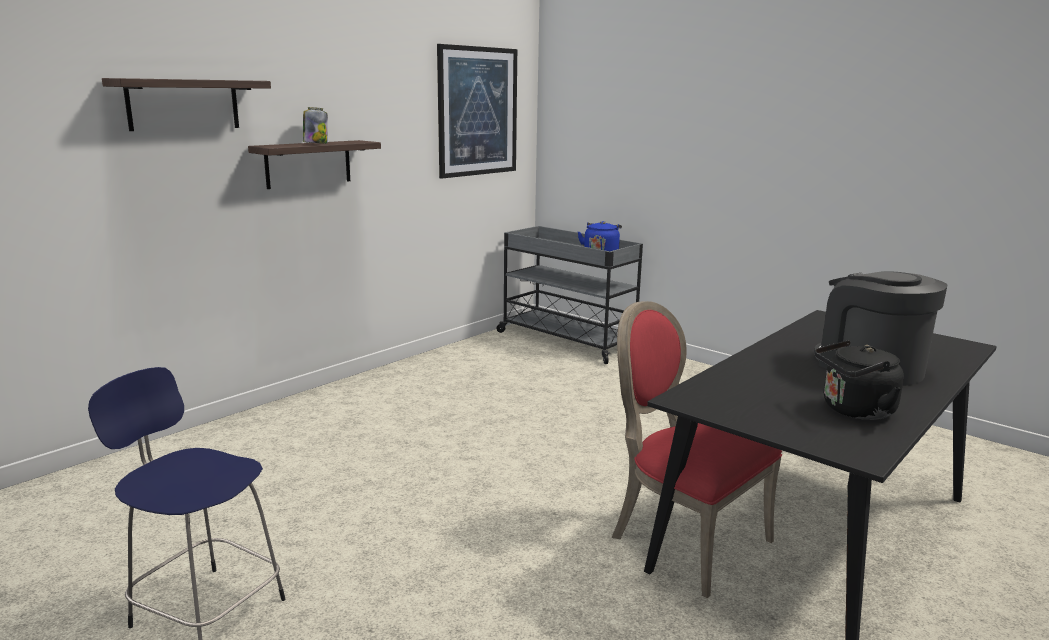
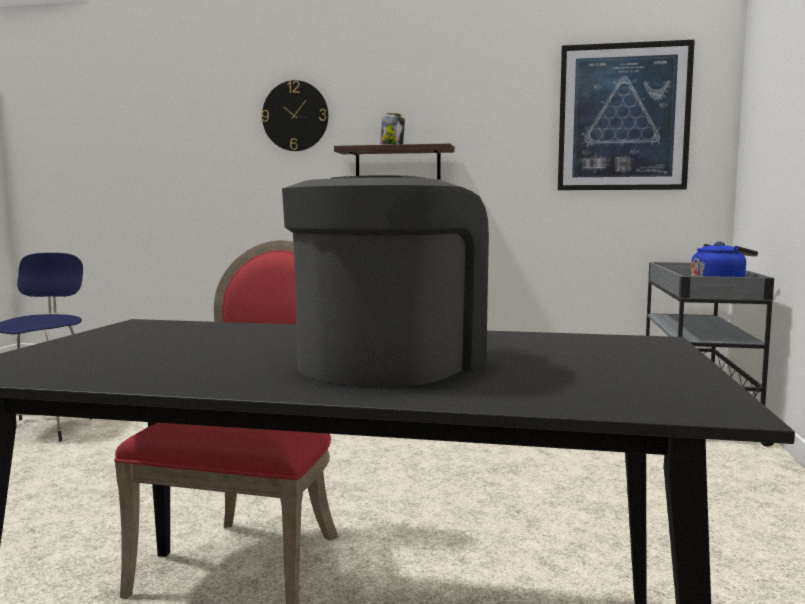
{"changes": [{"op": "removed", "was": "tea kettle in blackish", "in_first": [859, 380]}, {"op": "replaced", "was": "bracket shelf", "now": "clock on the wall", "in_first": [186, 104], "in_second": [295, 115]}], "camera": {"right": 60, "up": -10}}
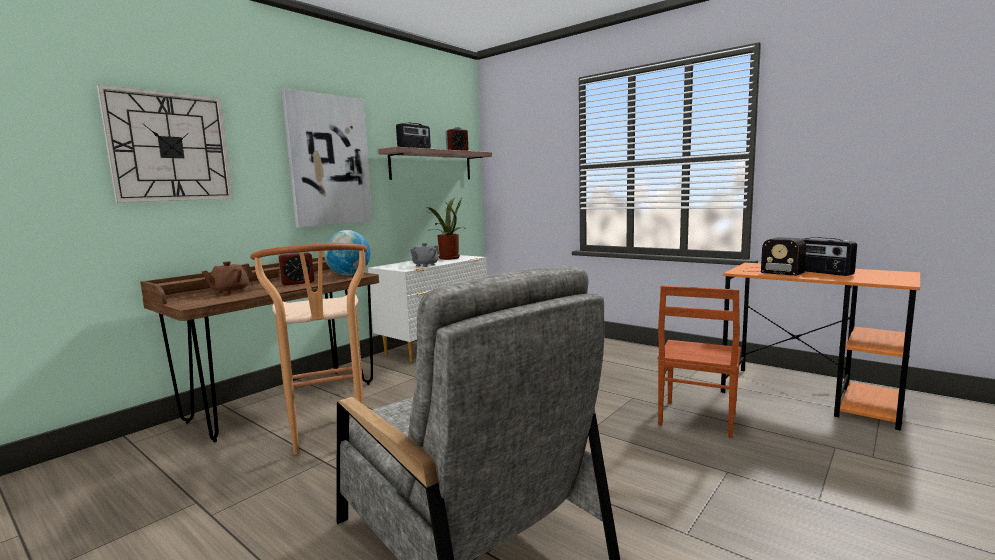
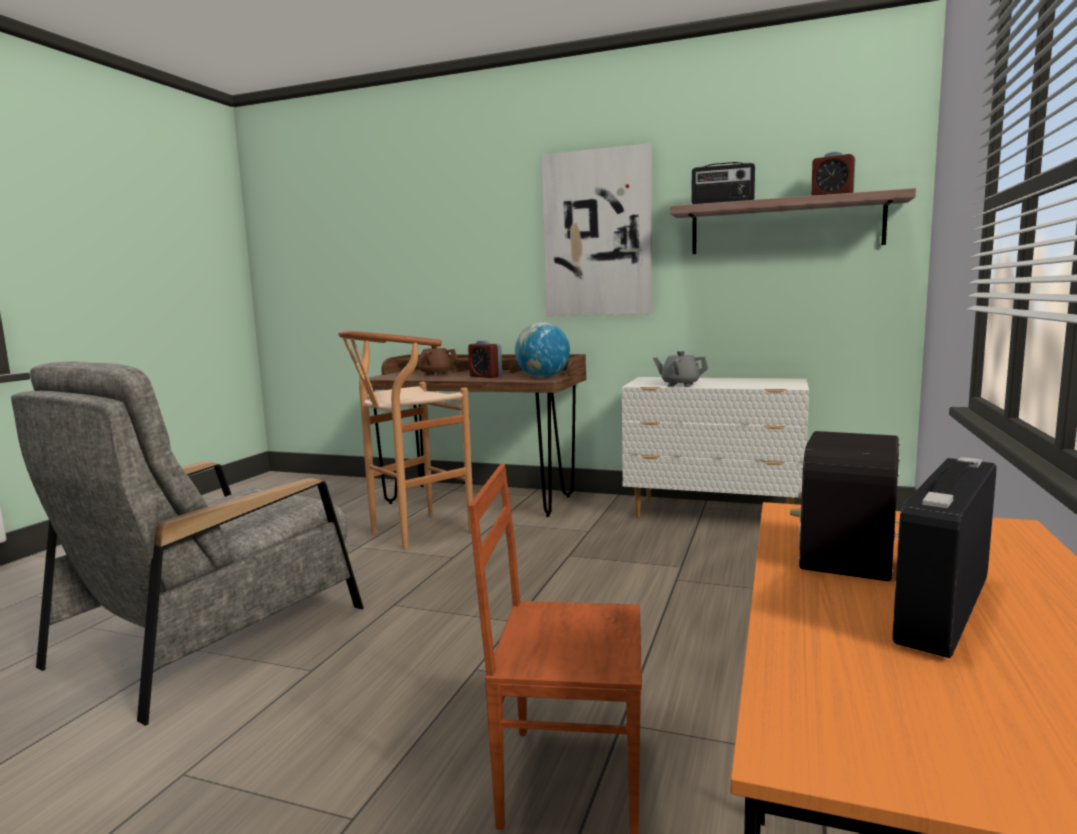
{"changes": [{"op": "removed", "was": "clock on the wall", "in_first": [165, 143]}, {"op": "removed", "was": "houseplant", "in_first": [444, 229]}], "camera": {"right": 70, "up": 0}}
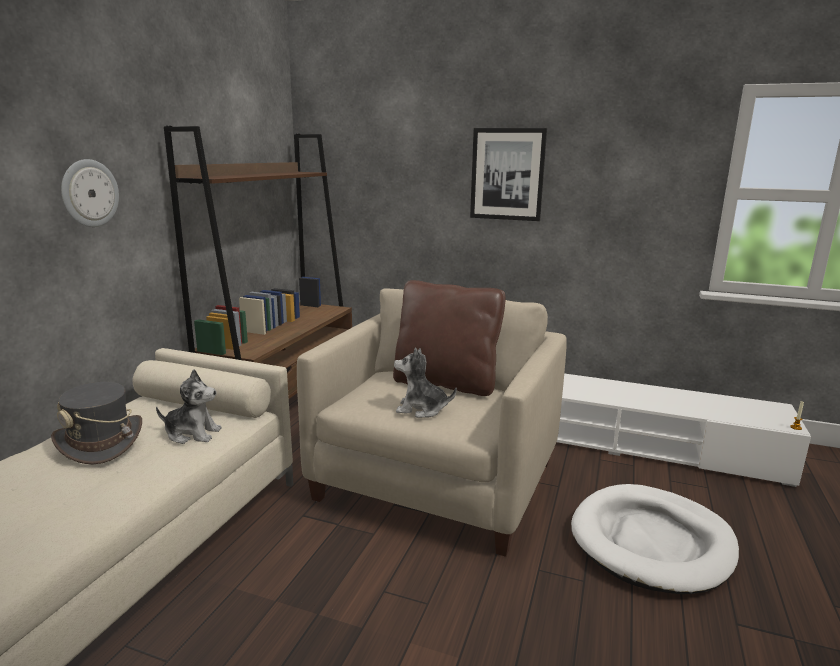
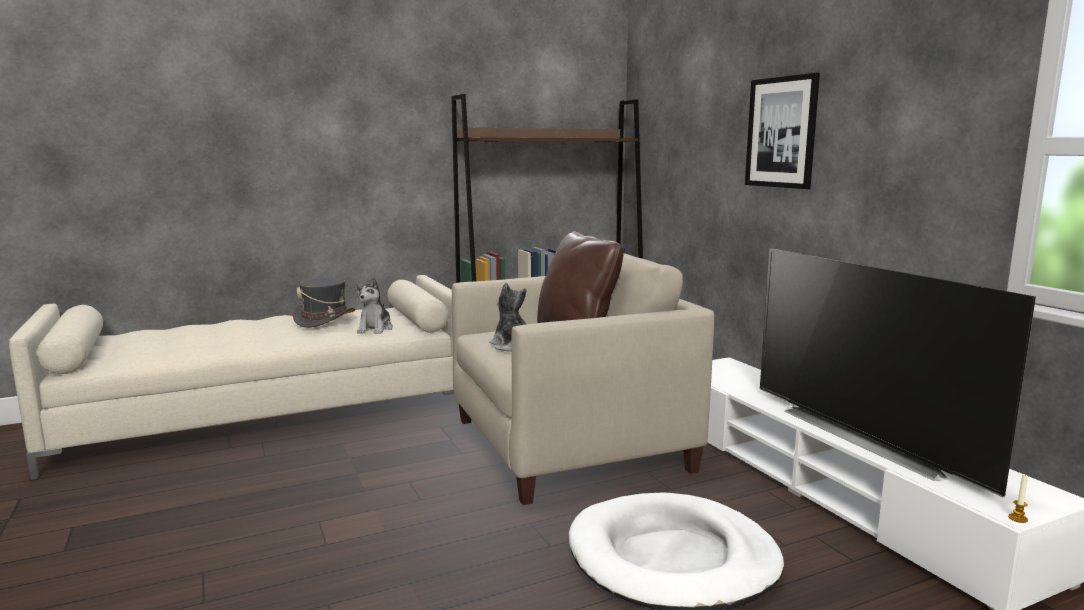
{"changes": [{"op": "removed", "was": "clock on the wall", "in_first": [90, 193]}, {"op": "added", "now": "TV", "in_second": [898, 372]}, {"op": "turned", "was": "soft toy", "in_first": [189, 406], "in_second": [373, 305], "clockwise": 45}], "camera": {"right": 45, "up": -5}}
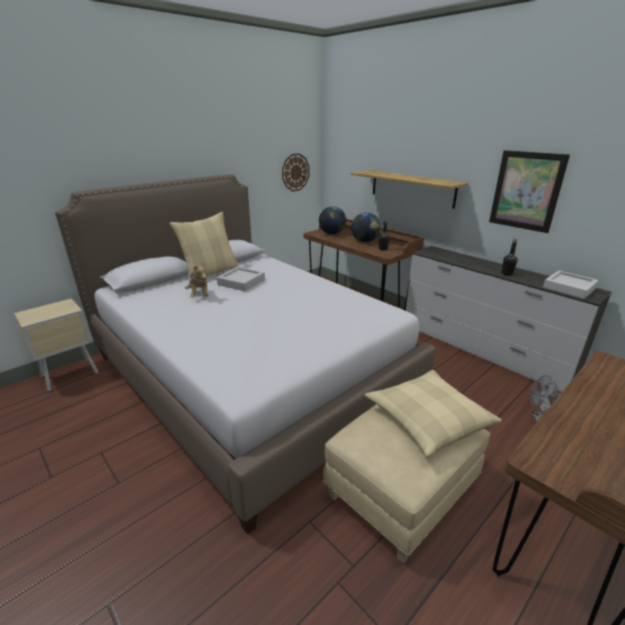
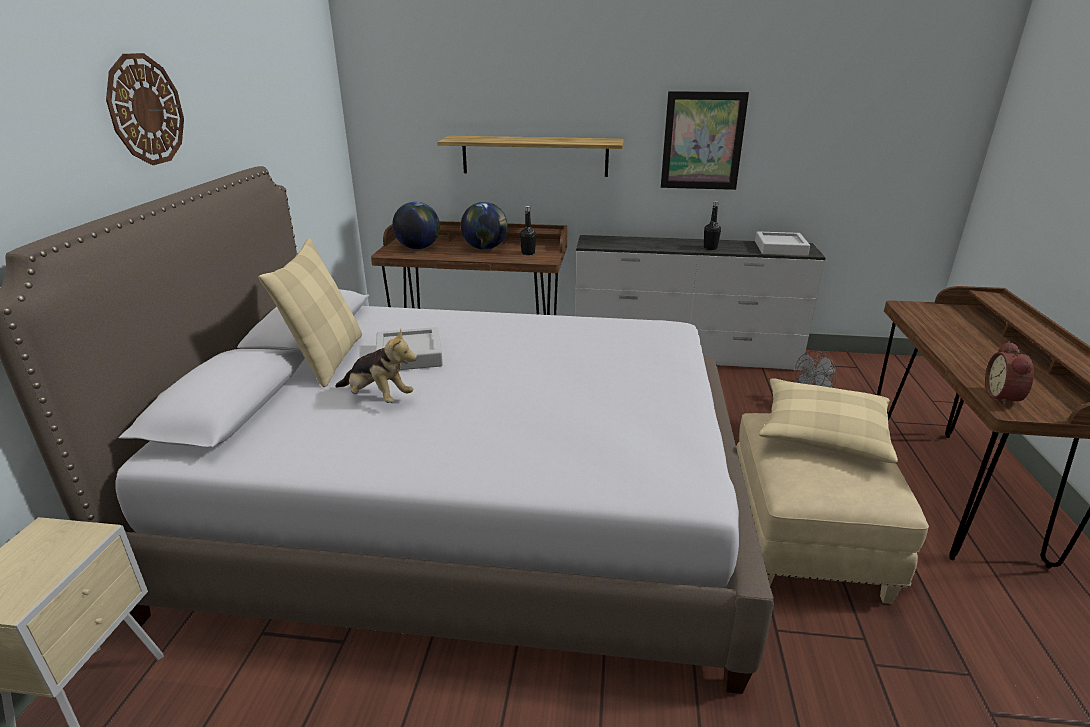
{"changes": [{"op": "added", "now": "table clock", "in_second": [1009, 373]}, {"op": "moved", "was": "clock on the wall", "in_first": [295, 172], "in_second": [145, 109]}], "camera": {"right": -40, "up": 0}}
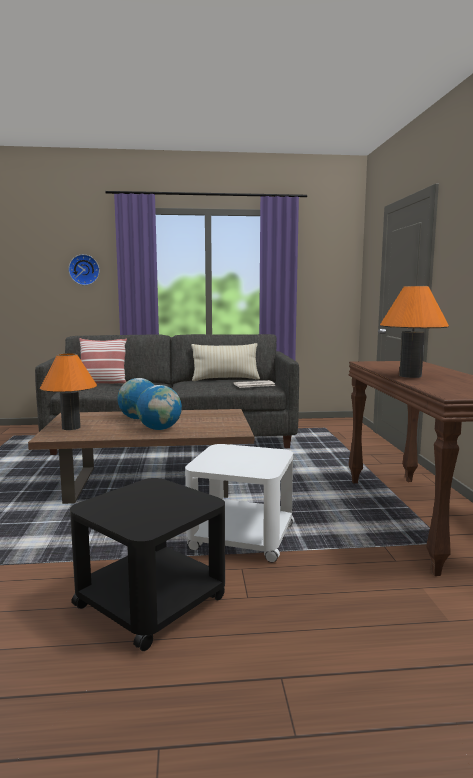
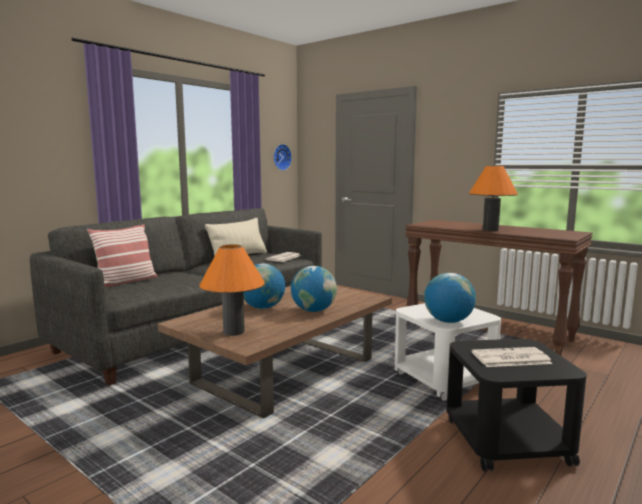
{"changes": [{"op": "added", "now": "world globe", "in_second": [450, 298]}, {"op": "added", "now": "daily paper", "in_second": [512, 357]}, {"op": "moved", "was": "clock on the wall", "in_first": [84, 269], "in_second": [282, 157]}], "camera": {"right": -45, "up": 0}}
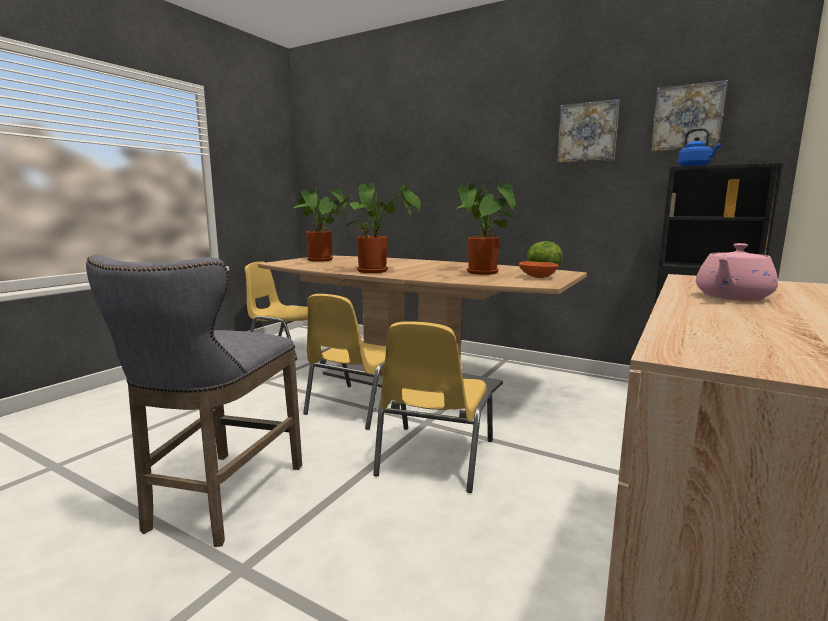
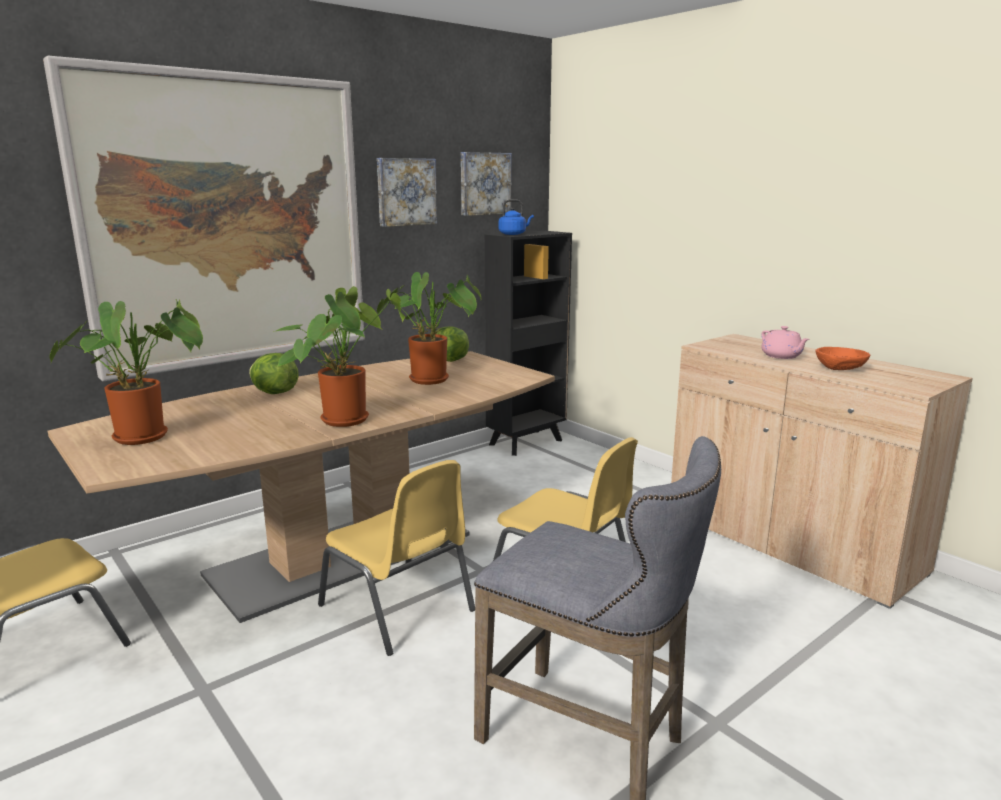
{"changes": [{"op": "added", "now": "picture", "in_second": [204, 218]}, {"op": "added", "now": "lettuce", "in_second": [274, 373]}, {"op": "moved", "was": "deep dish in orange-coloured", "in_first": [539, 269], "in_second": [842, 358]}], "camera": {"right": -70, "up": 5}}
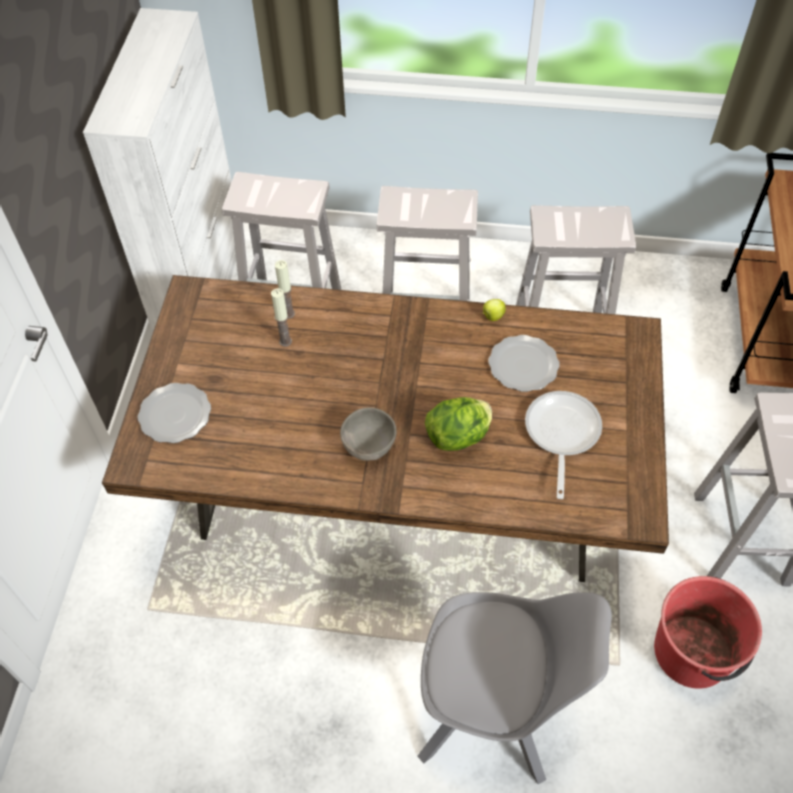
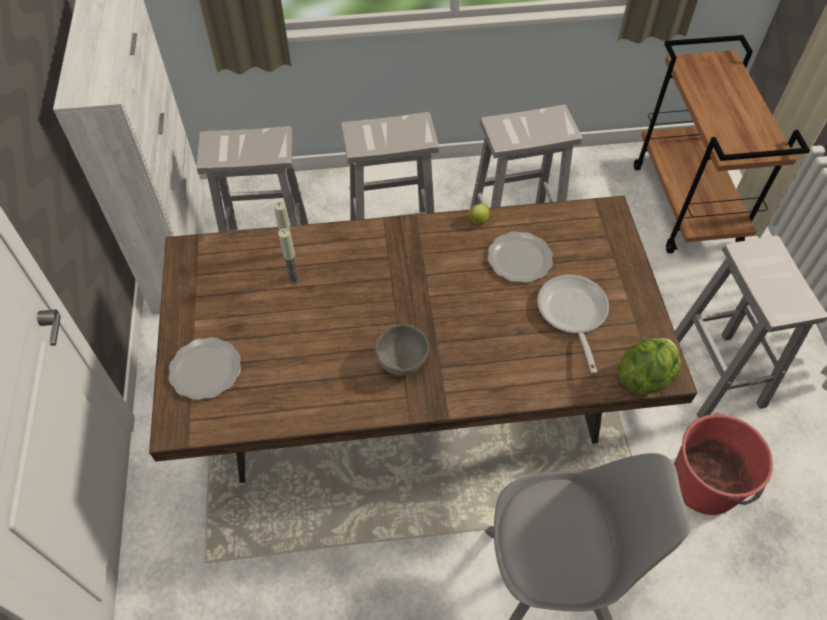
{"changes": [{"op": "moved", "was": "lettuce", "in_first": [458, 424], "in_second": [649, 366]}], "camera": {"right": -15, "up": 0}}
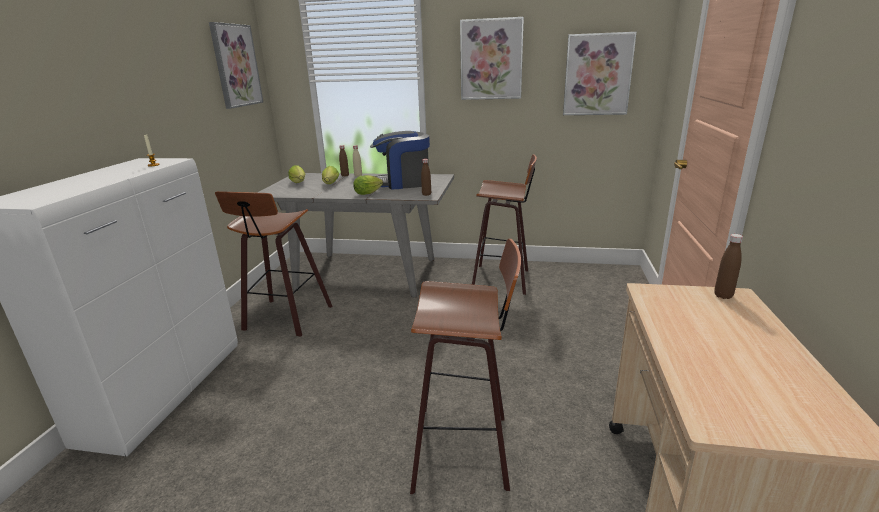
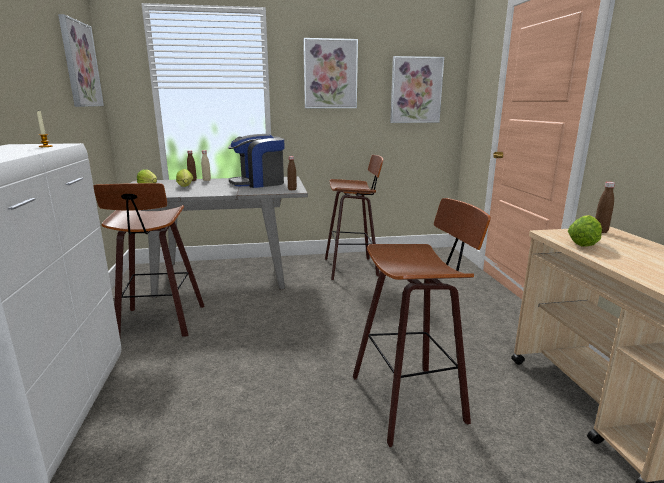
{"changes": [{"op": "moved", "was": "lettuce", "in_first": [368, 185], "in_second": [585, 231]}], "camera": {"right": -20, "up": -5}}
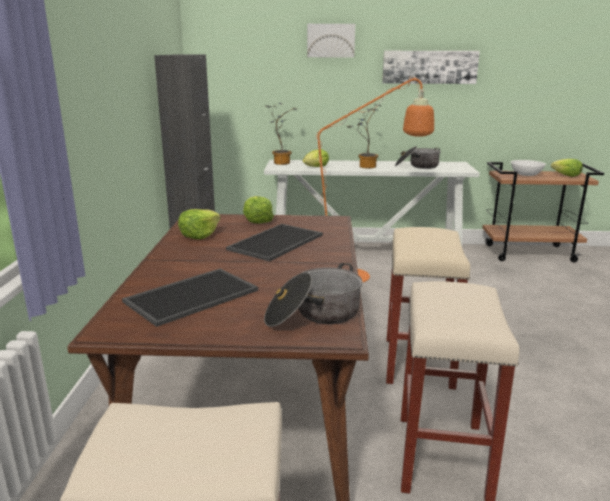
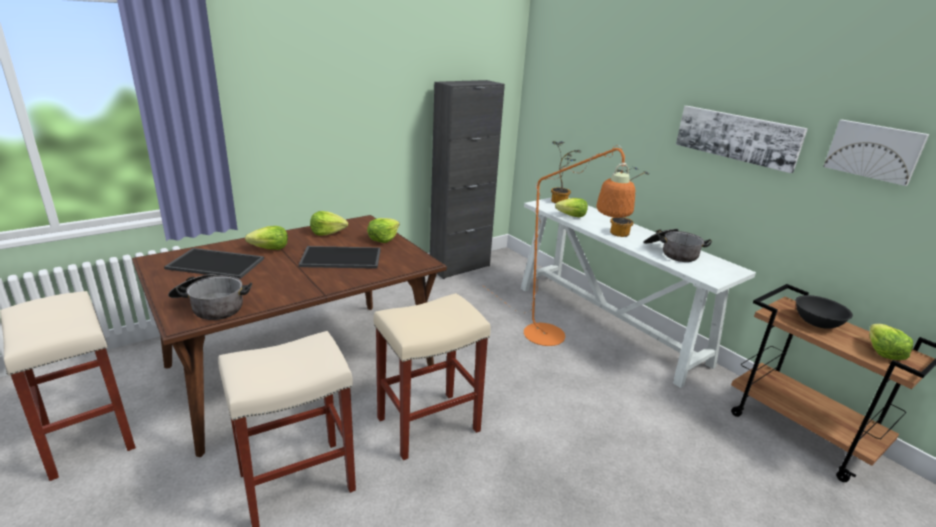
{"changes": [{"op": "added", "now": "lettuce", "in_second": [266, 238]}, {"op": "moved", "was": "picture", "in_first": [331, 41], "in_second": [876, 153]}, {"op": "recoloured", "was": "deep dish in white-coloured", "now": "deep dish in blackish", "in_first": [528, 168], "in_second": [824, 312]}], "camera": {"right": 50, "up": 5}}
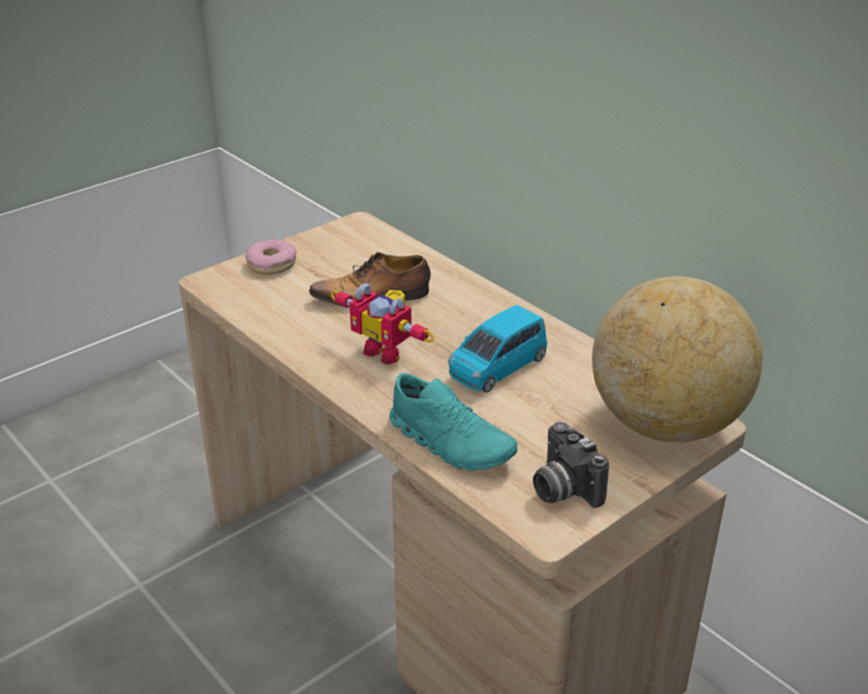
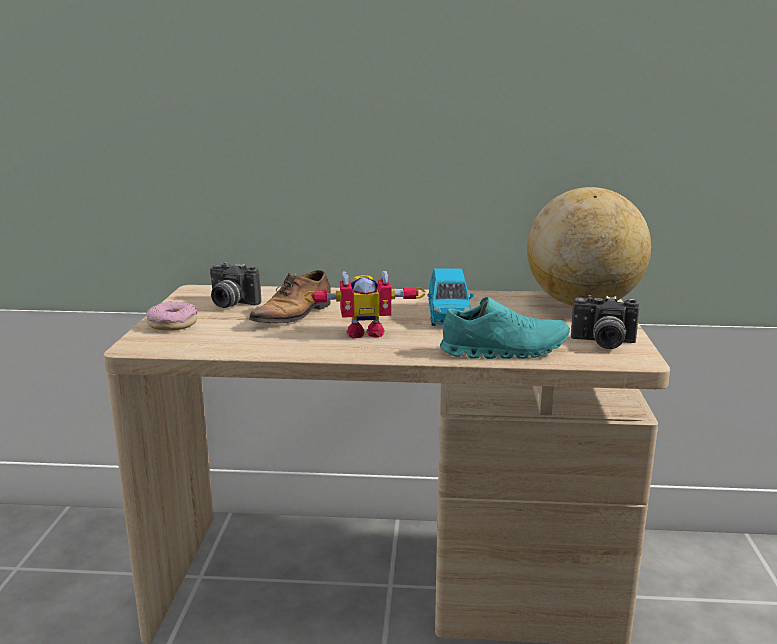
{"changes": [{"op": "added", "now": "still camera", "in_second": [235, 285]}], "camera": {"right": -45, "up": -15}}
